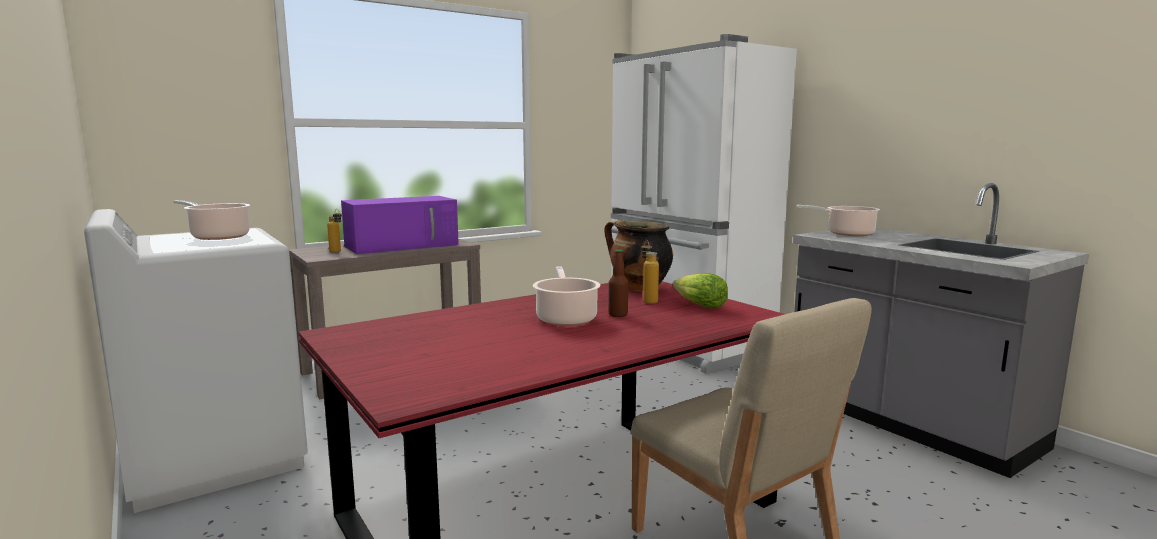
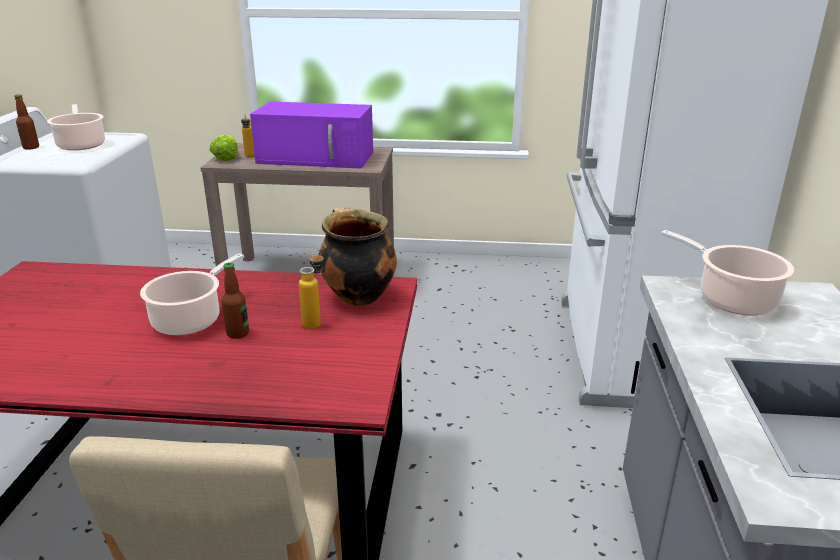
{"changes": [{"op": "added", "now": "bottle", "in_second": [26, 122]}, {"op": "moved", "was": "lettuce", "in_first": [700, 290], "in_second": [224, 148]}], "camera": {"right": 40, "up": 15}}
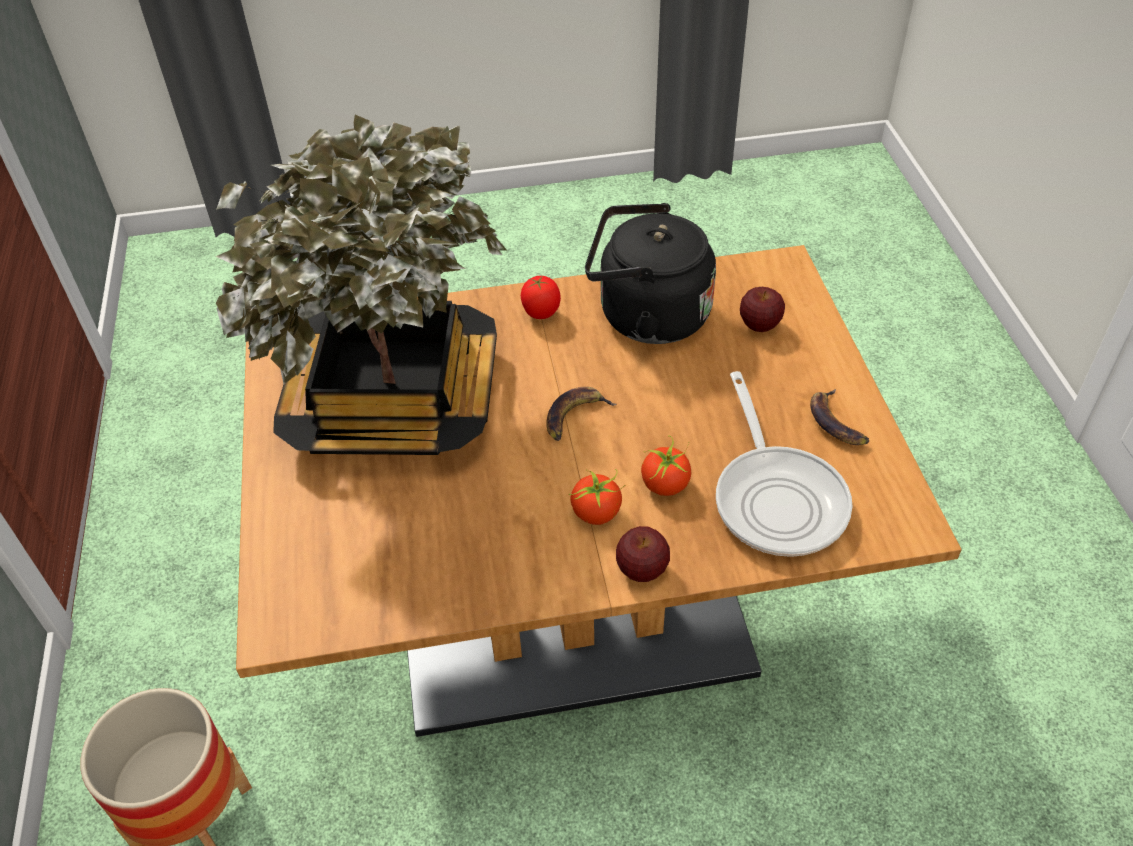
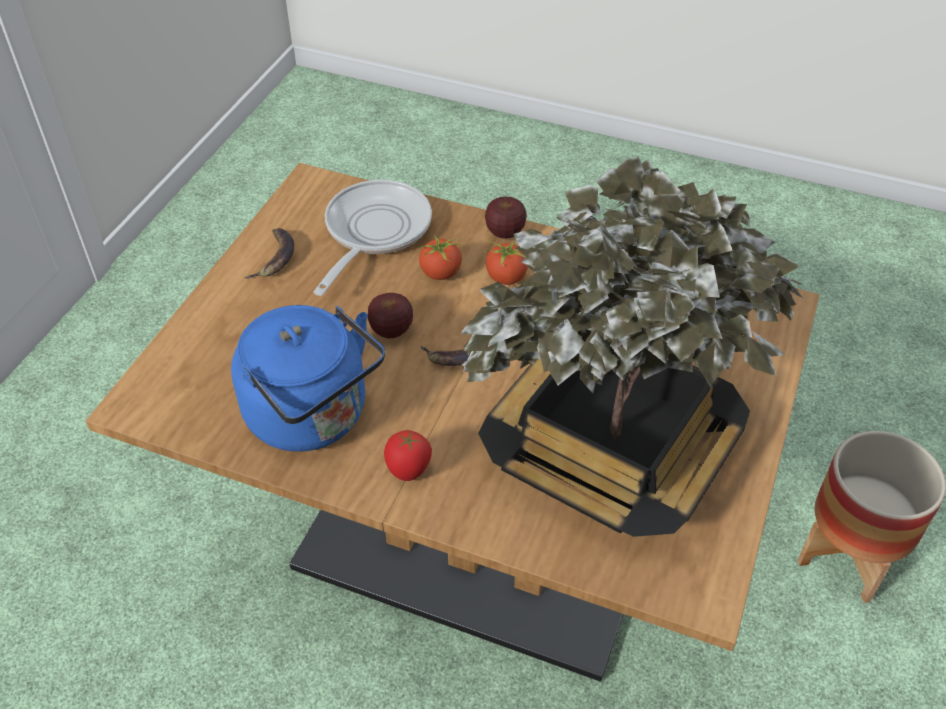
{"changes": [{"op": "moved", "was": "whole apple", "in_first": [762, 309], "in_second": [390, 315]}, {"op": "recoloured", "was": "tea kettle in blackish", "now": "tea kettle in blue-coloured", "in_first": [650, 273], "in_second": [308, 378]}], "camera": {"right": -150, "up": 0}}
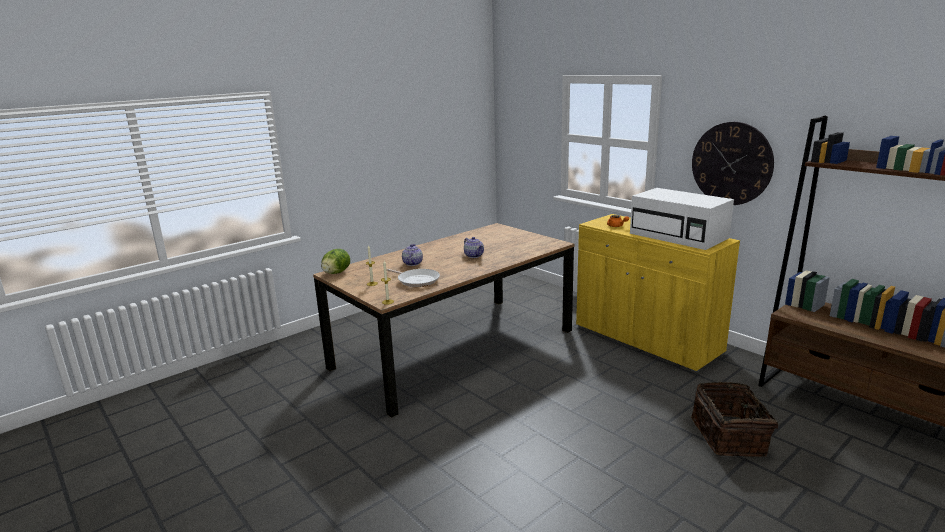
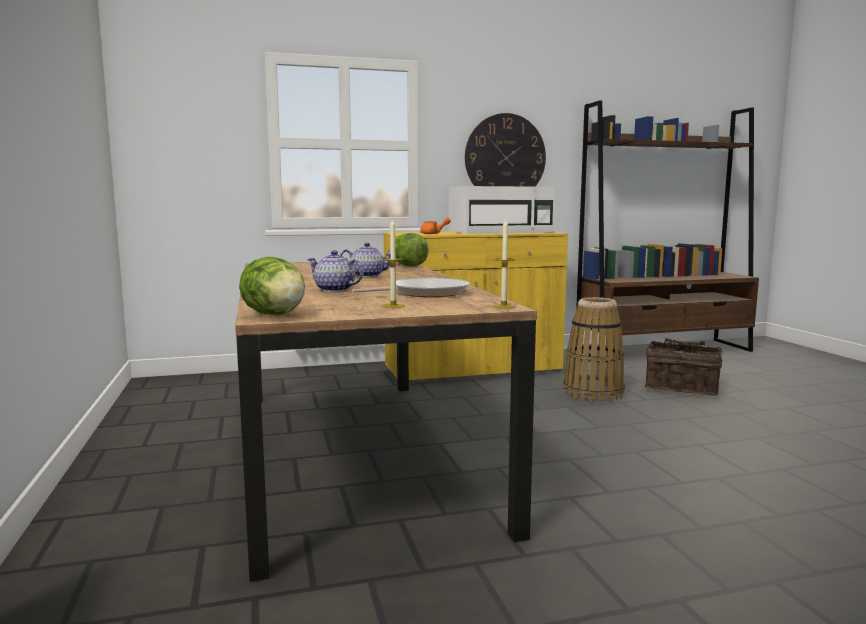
{"changes": [{"op": "added", "now": "lettuce", "in_second": [412, 250]}, {"op": "added", "now": "household basket", "in_second": [594, 349]}], "camera": {"right": -65, "up": -10}}
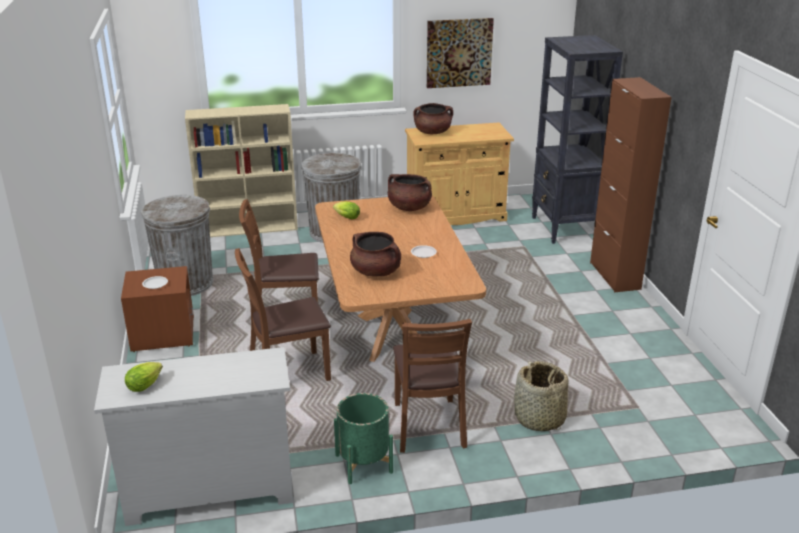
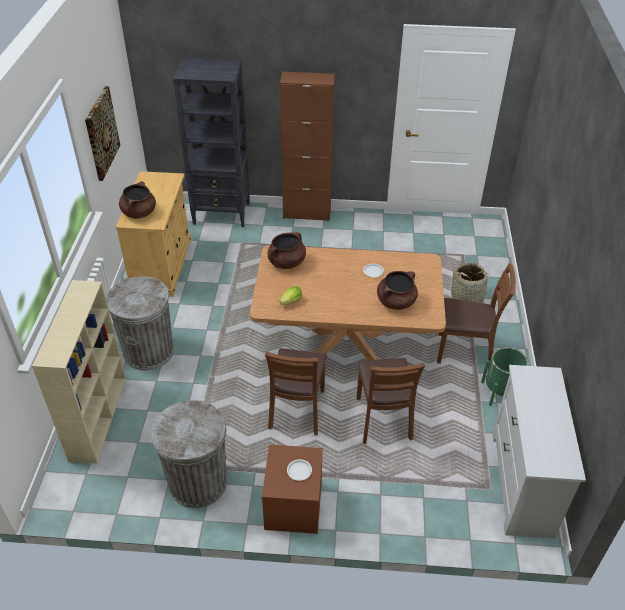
{"changes": [{"op": "removed", "was": "lettuce", "in_first": [144, 377]}], "camera": {"right": -75, "up": 15}}
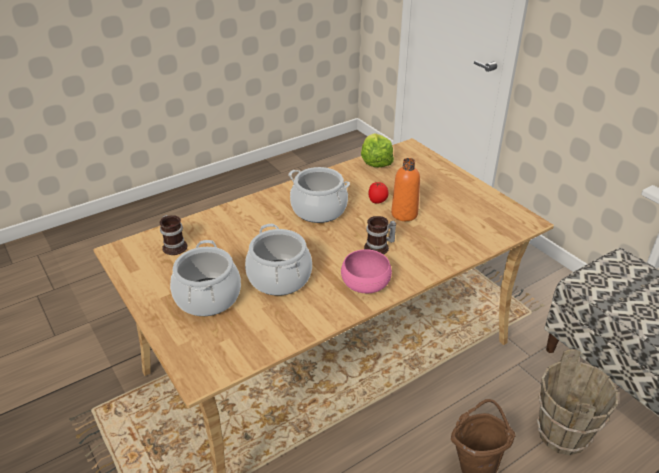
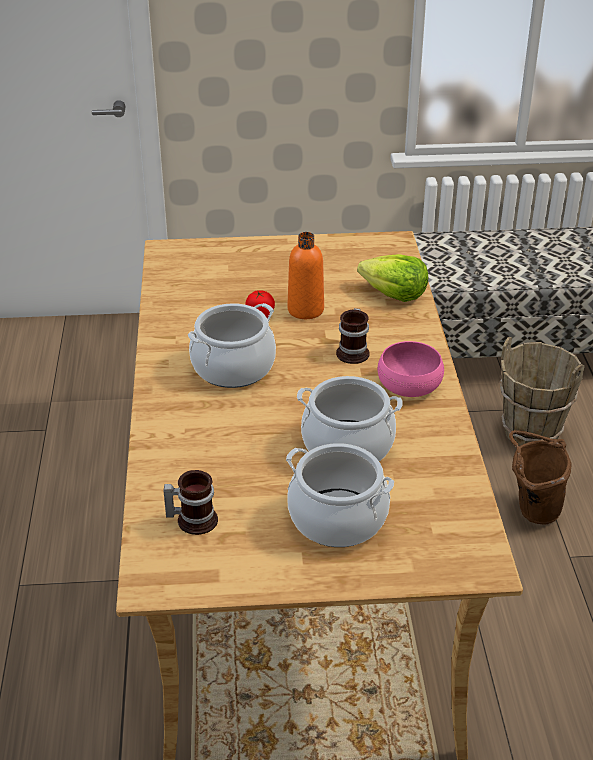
{"changes": [{"op": "moved", "was": "lettuce", "in_first": [377, 150], "in_second": [392, 278]}], "camera": {"right": -60, "up": 0}}
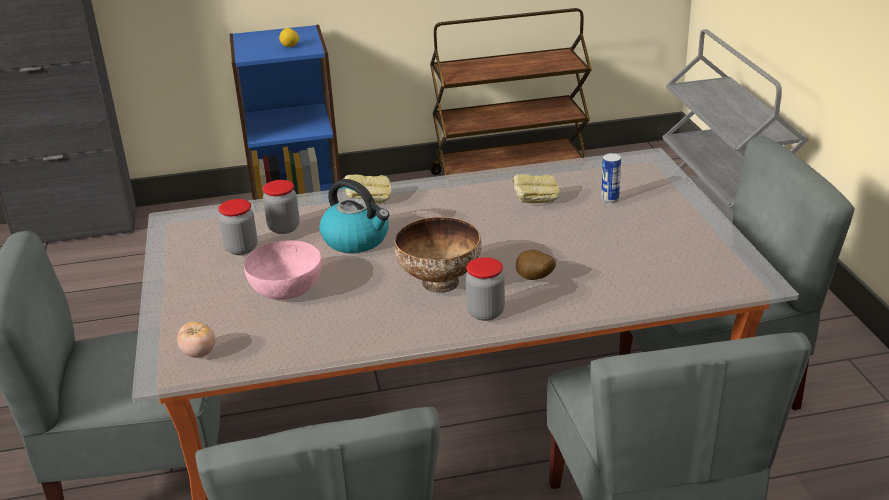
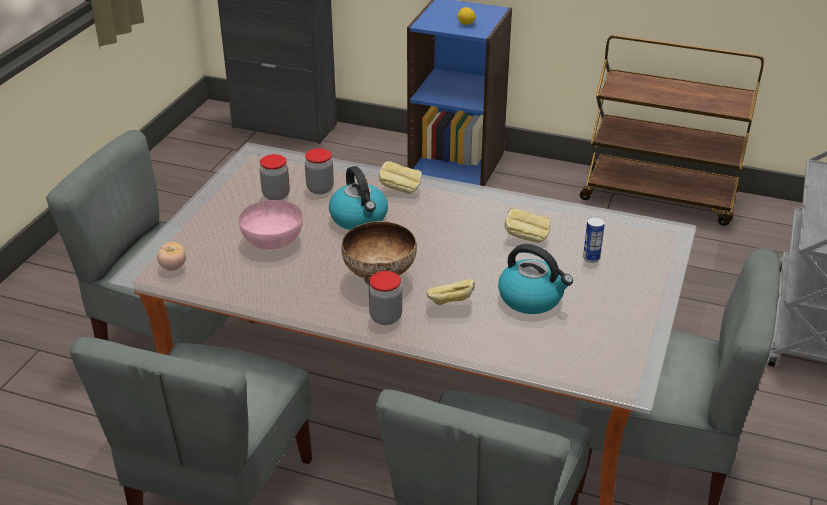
{"changes": [{"op": "added", "now": "tea kettle", "in_second": [535, 279]}, {"op": "replaced", "was": "whole potato", "now": "bakery bread", "in_first": [536, 264], "in_second": [450, 292]}], "camera": {"right": 30, "up": 5}}
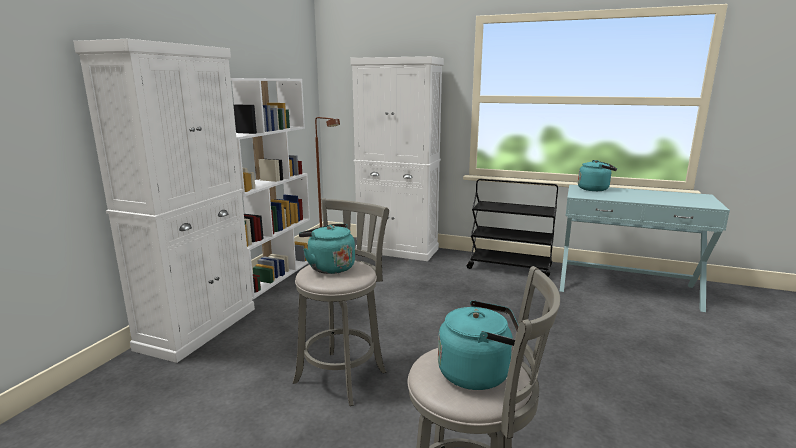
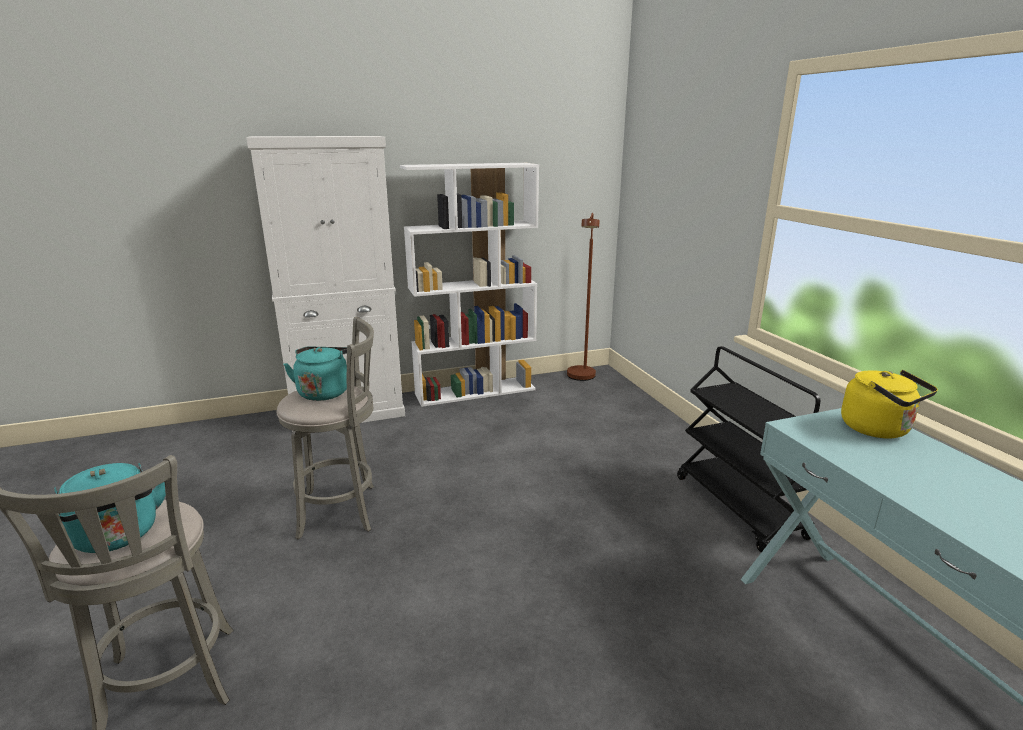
{"changes": [{"op": "removed", "was": "cabinet in white-coloured", "in_first": [397, 158]}, {"op": "recoloured", "was": "tea kettle in turquoise", "now": "tea kettle in yellow", "in_first": [597, 175], "in_second": [889, 404]}], "camera": {"right": 50, "up": 5}}
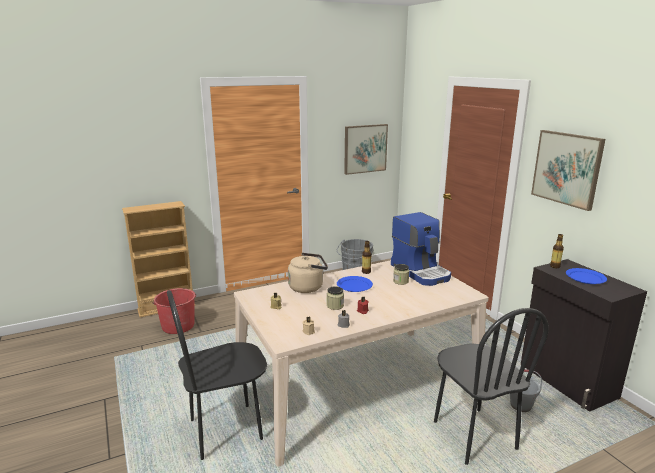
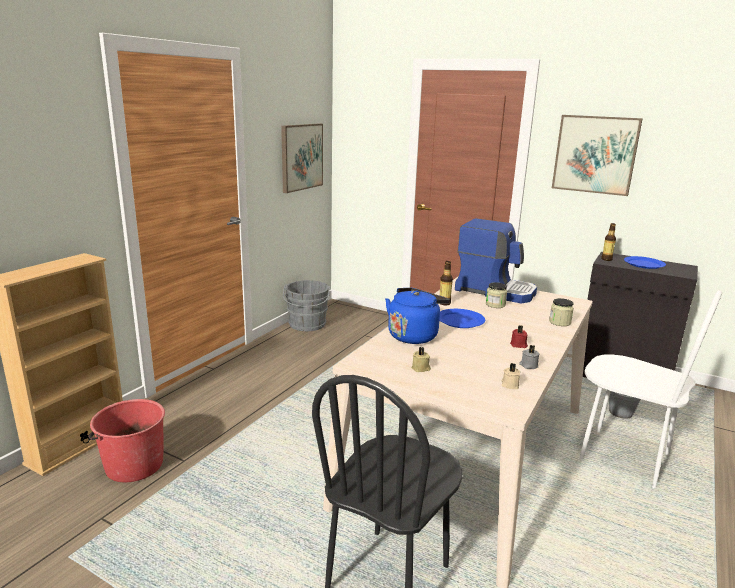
{"changes": [{"op": "moved", "was": "jar", "in_first": [335, 298], "in_second": [561, 312]}, {"op": "recoloured", "was": "tea kettle in beige-coloured", "now": "tea kettle in blue-coloured", "in_first": [308, 273], "in_second": [417, 316]}, {"op": "recoloured", "was": "plain chair in blackish", "now": "plain chair in white-coloured", "in_first": [491, 386], "in_second": [651, 389]}], "camera": {"right": -35, "up": 0}}
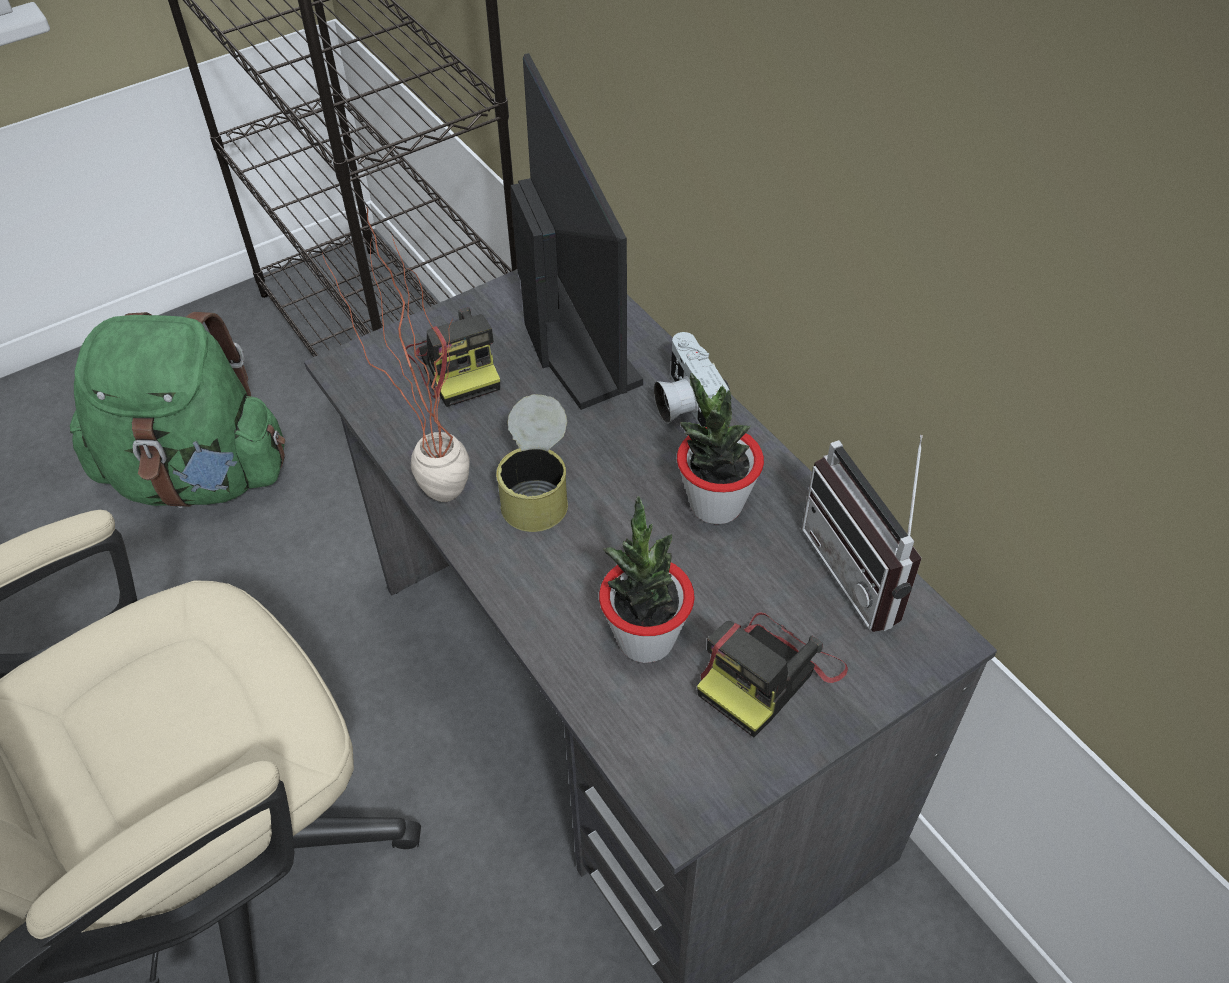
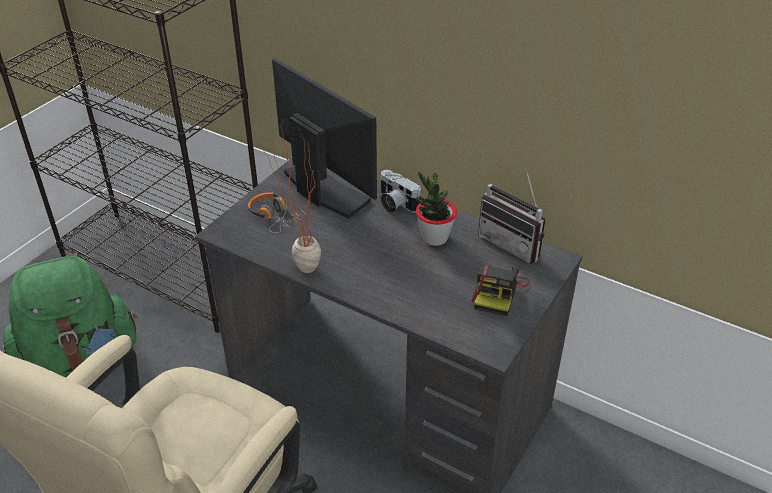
{"changes": [{"op": "removed", "was": "metal can", "in_first": [532, 463]}, {"op": "removed", "was": "houseplant", "in_first": [647, 579]}, {"op": "replaced", "was": "still camera", "now": "headset", "in_first": [453, 357], "in_second": [277, 212]}], "camera": {"right": -25, "up": -10}}
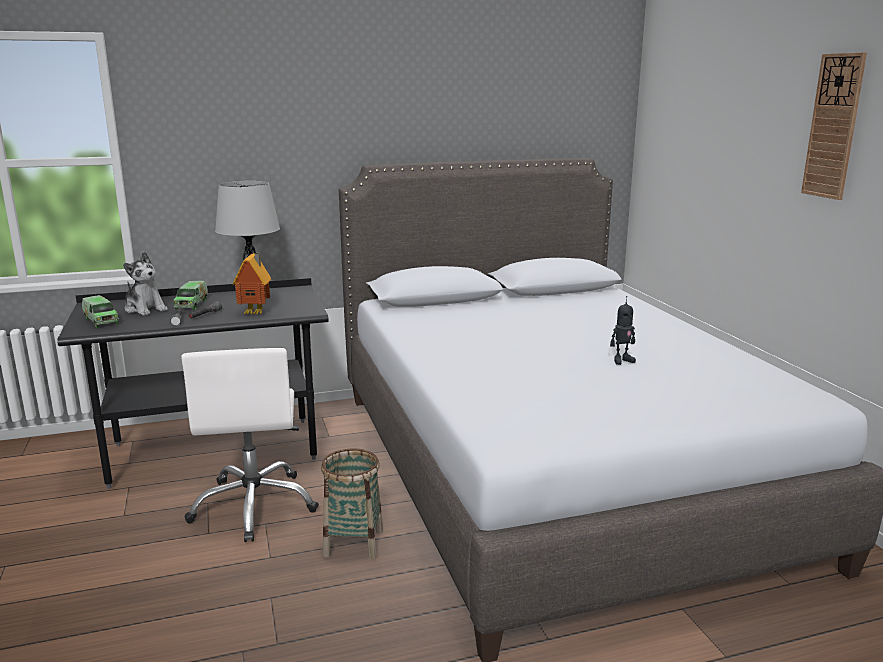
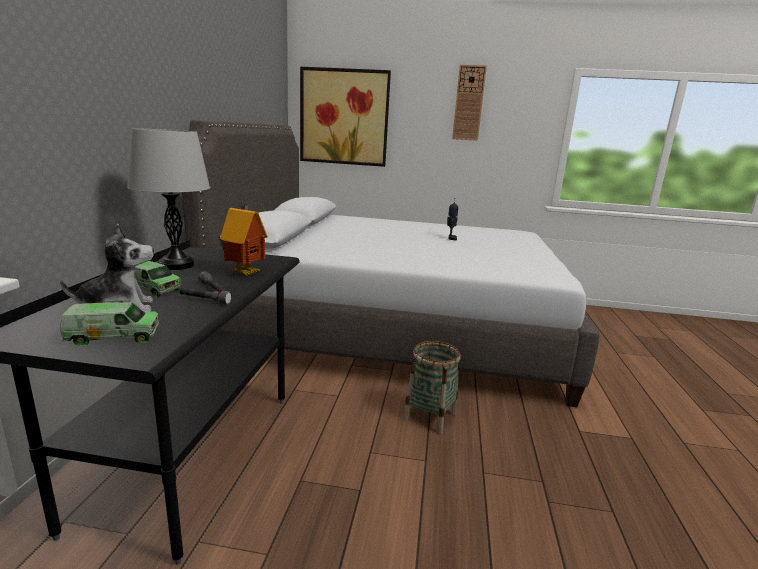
{"changes": [{"op": "removed", "was": "office chair in white-coloured", "in_first": [250, 445]}, {"op": "added", "now": "picture", "in_second": [345, 117]}], "camera": {"right": -65, "up": 0}}
